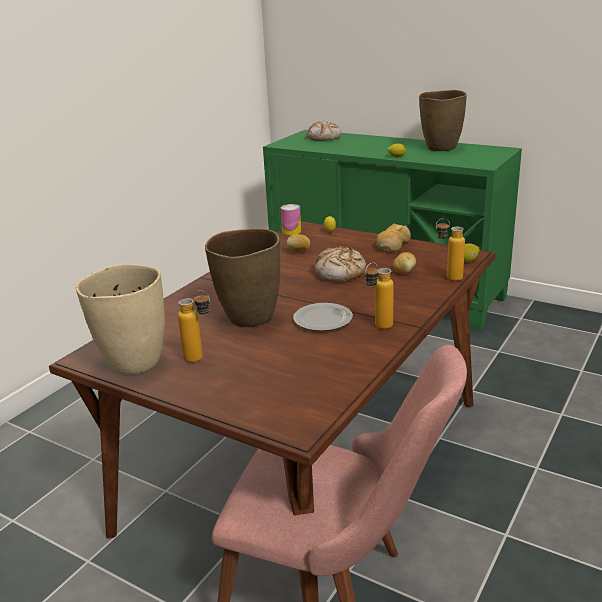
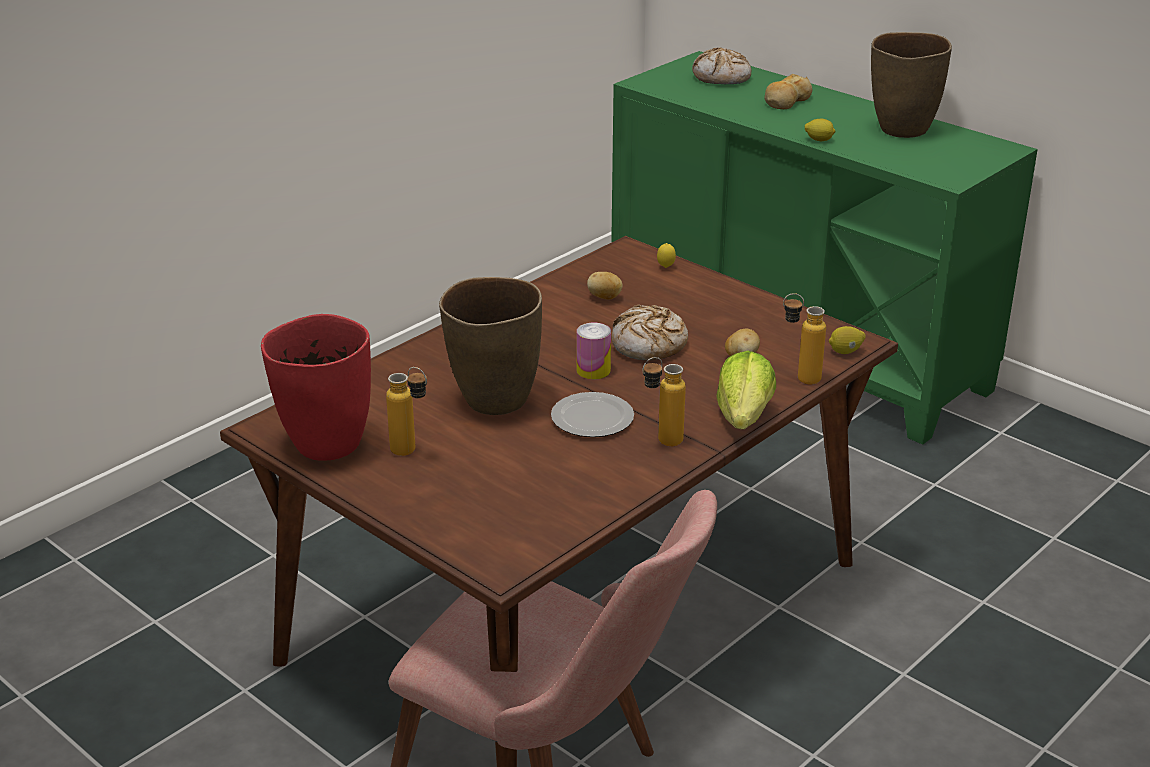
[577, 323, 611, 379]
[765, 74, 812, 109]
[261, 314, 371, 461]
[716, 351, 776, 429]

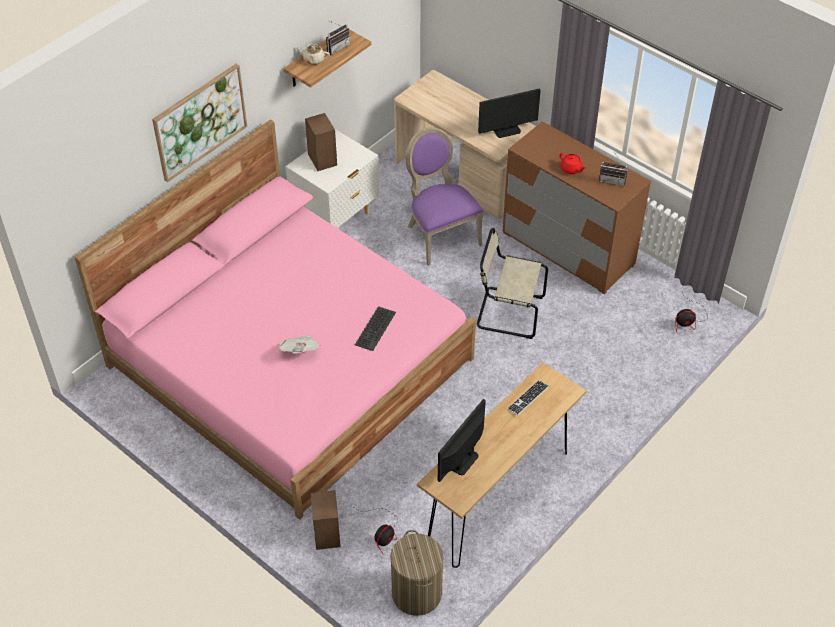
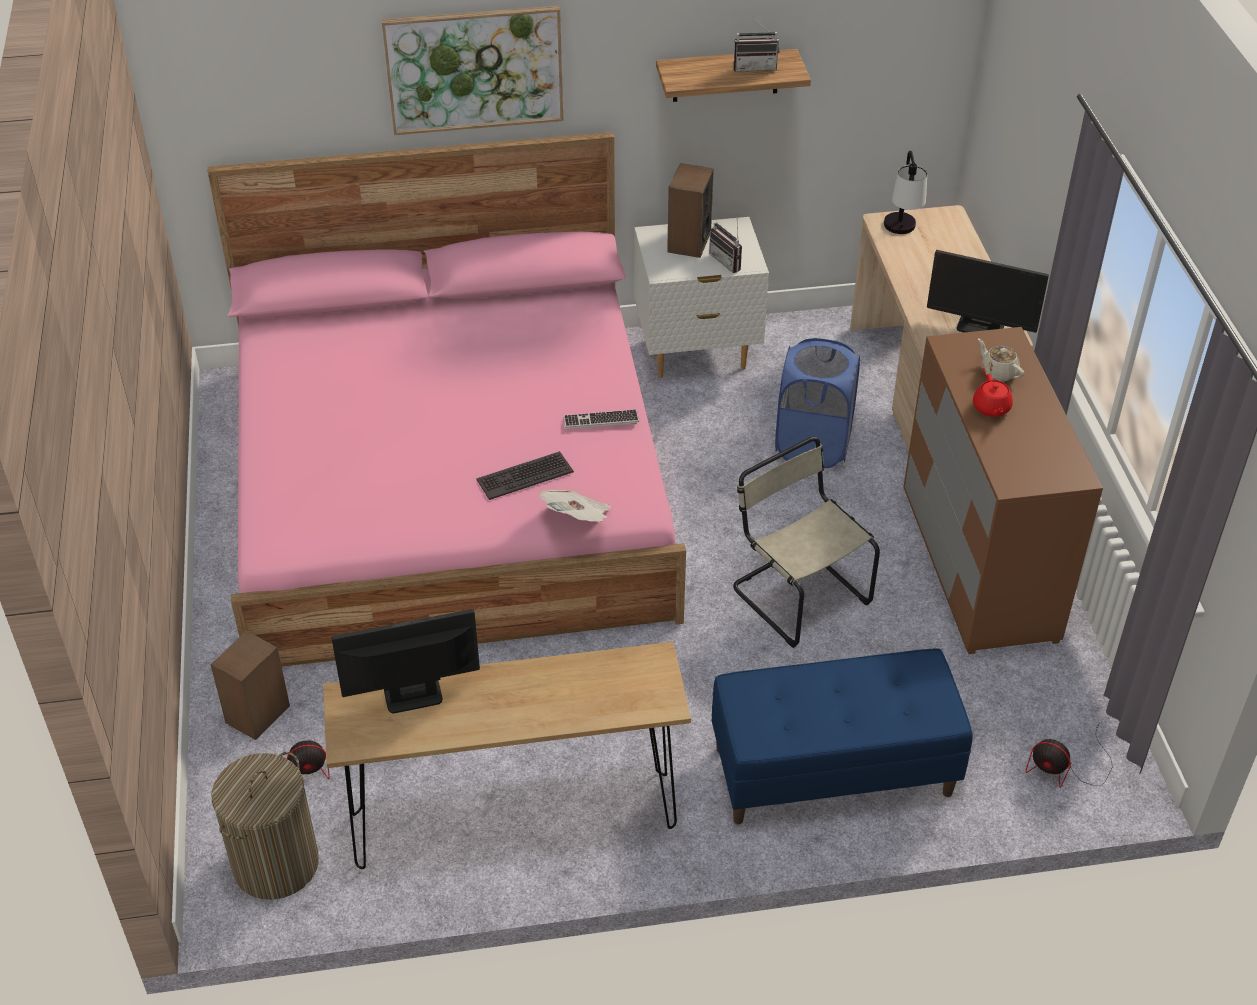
[978, 338, 1024, 382]
[775, 338, 860, 468]
[709, 218, 742, 273]
[539, 490, 611, 522]
[563, 409, 639, 429]
[884, 151, 927, 234]
[712, 648, 973, 824]

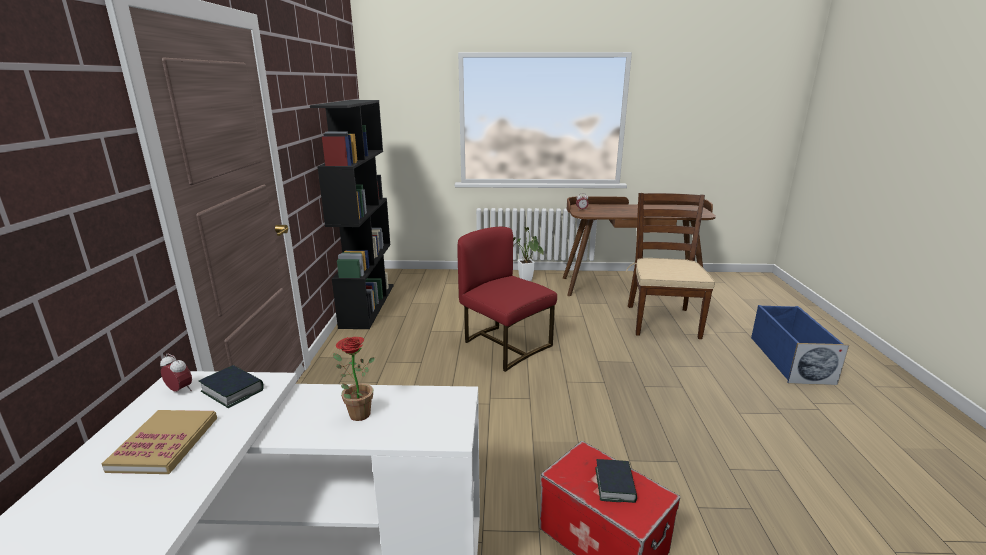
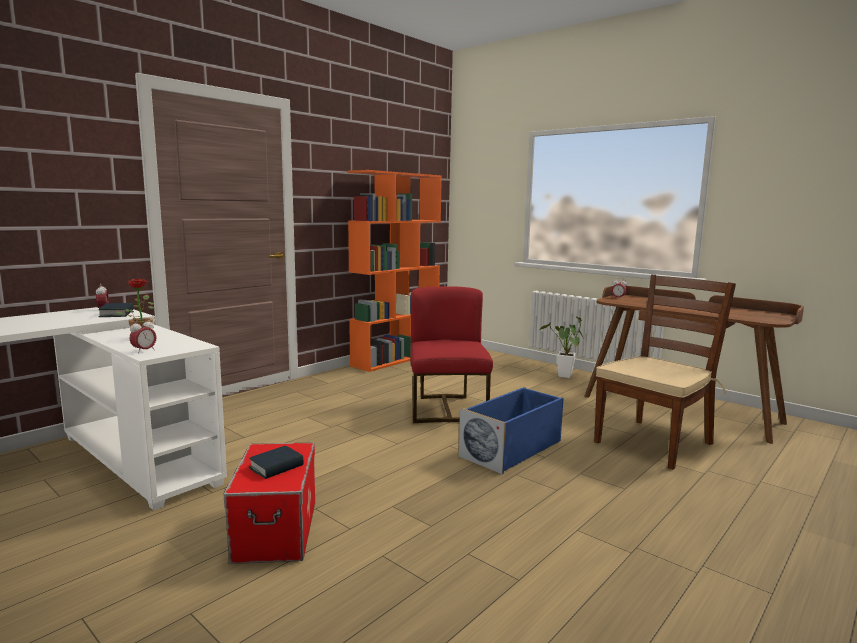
[348, 170, 442, 372]
[459, 387, 564, 475]
[102, 410, 217, 474] (first image)
[130, 318, 157, 351]

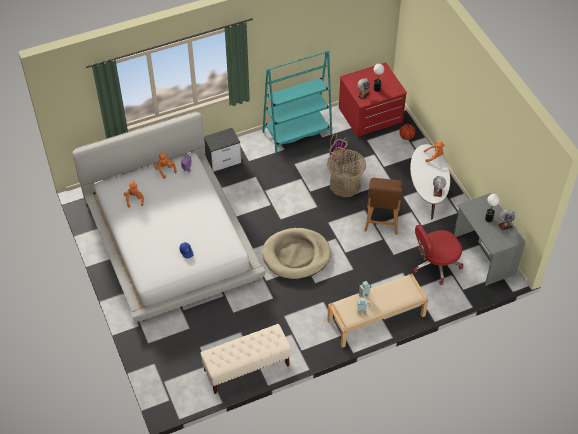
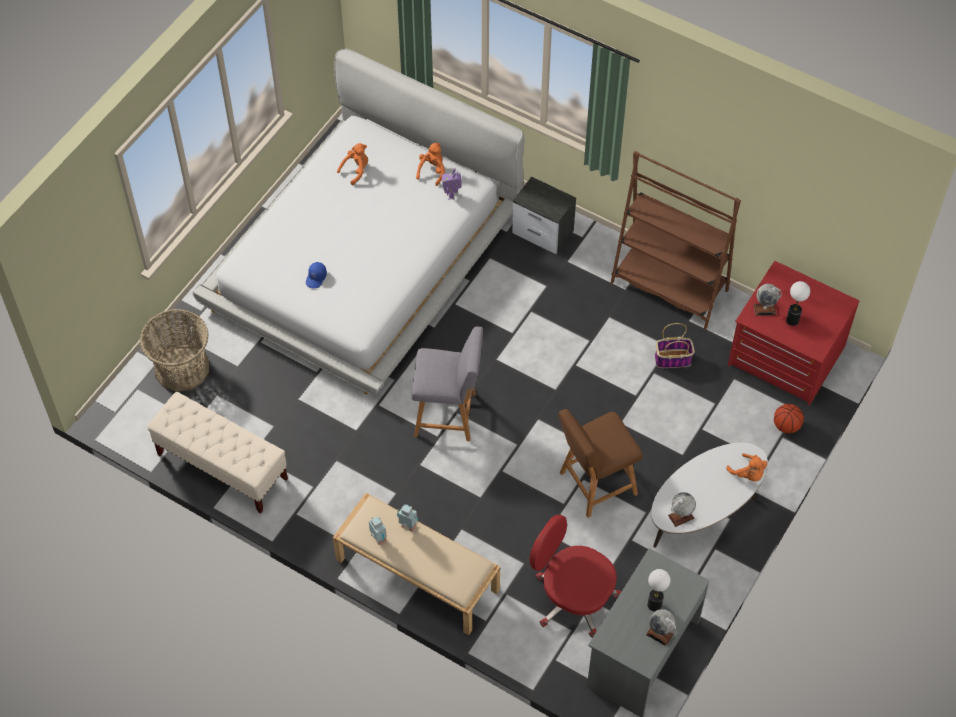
[611, 151, 741, 329]
[140, 309, 209, 392]
[412, 327, 483, 441]

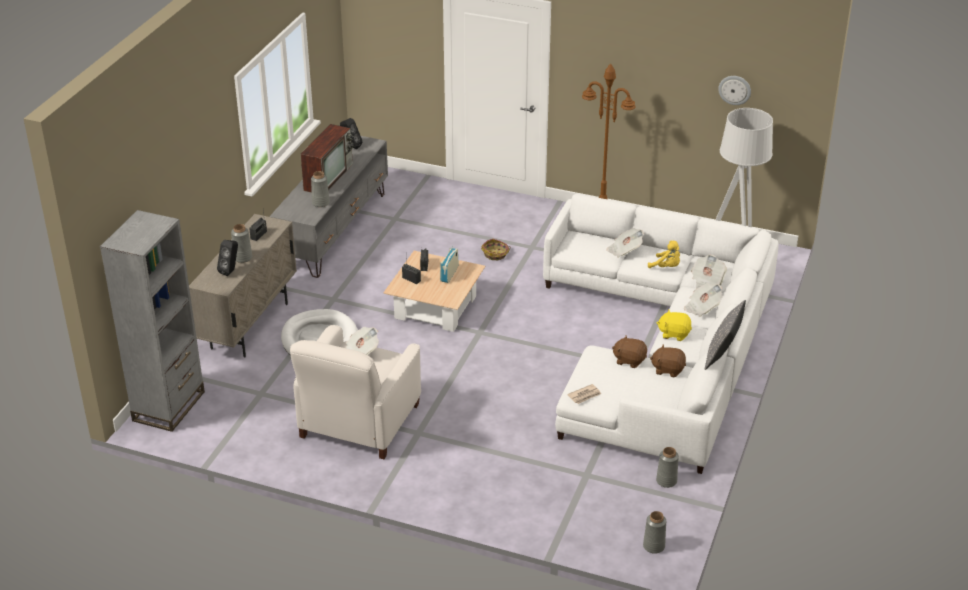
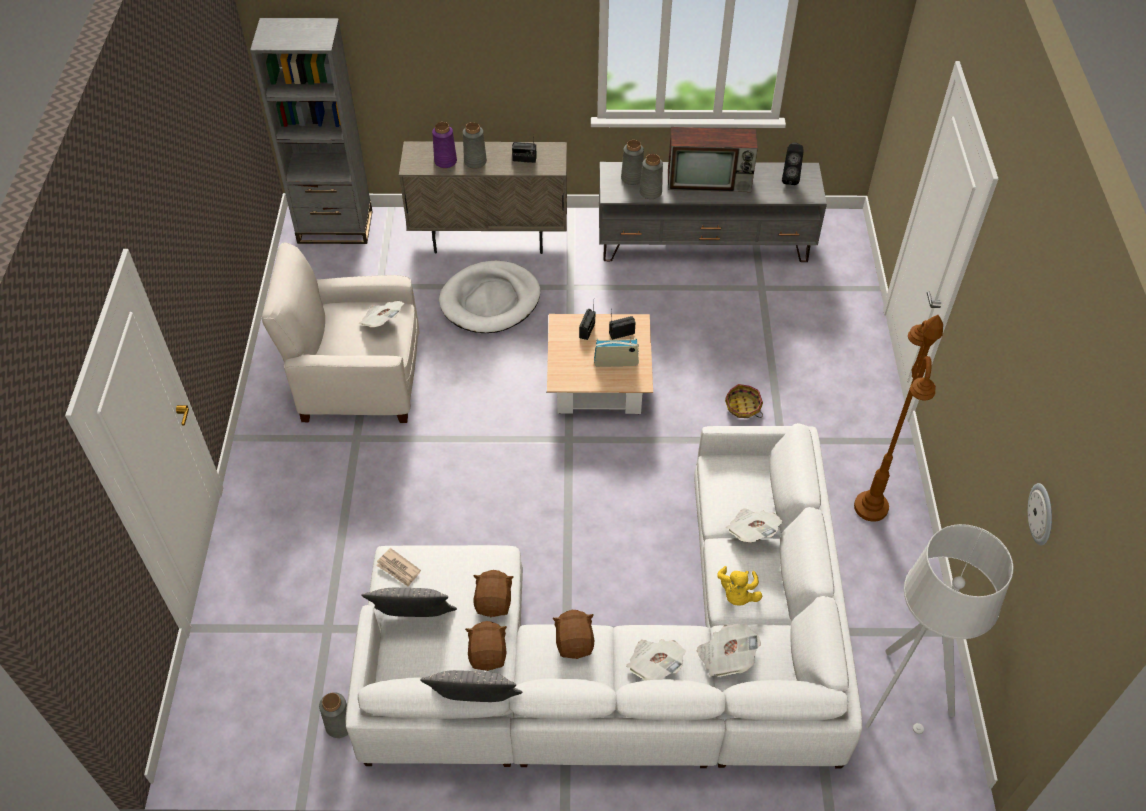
[432, 122, 457, 168]
[552, 610, 594, 659]
[621, 140, 644, 185]
[361, 588, 457, 617]

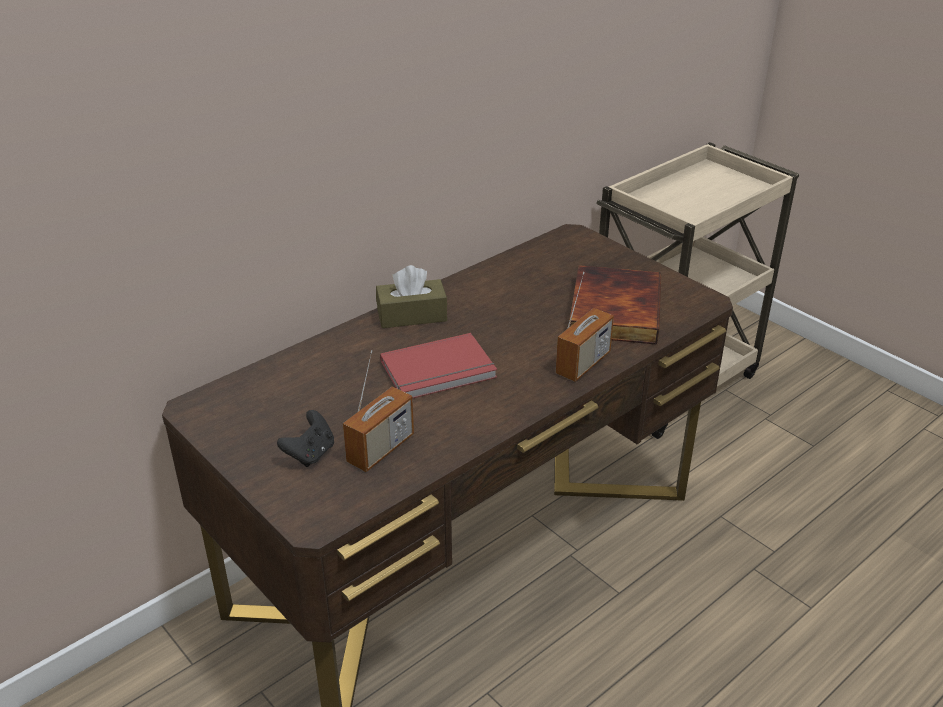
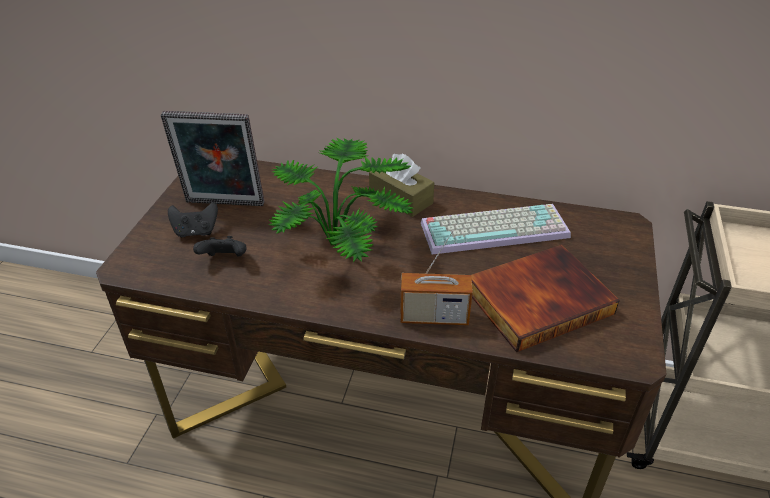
[268, 138, 413, 262]
[193, 236, 246, 257]
[160, 111, 265, 206]
[421, 204, 571, 255]

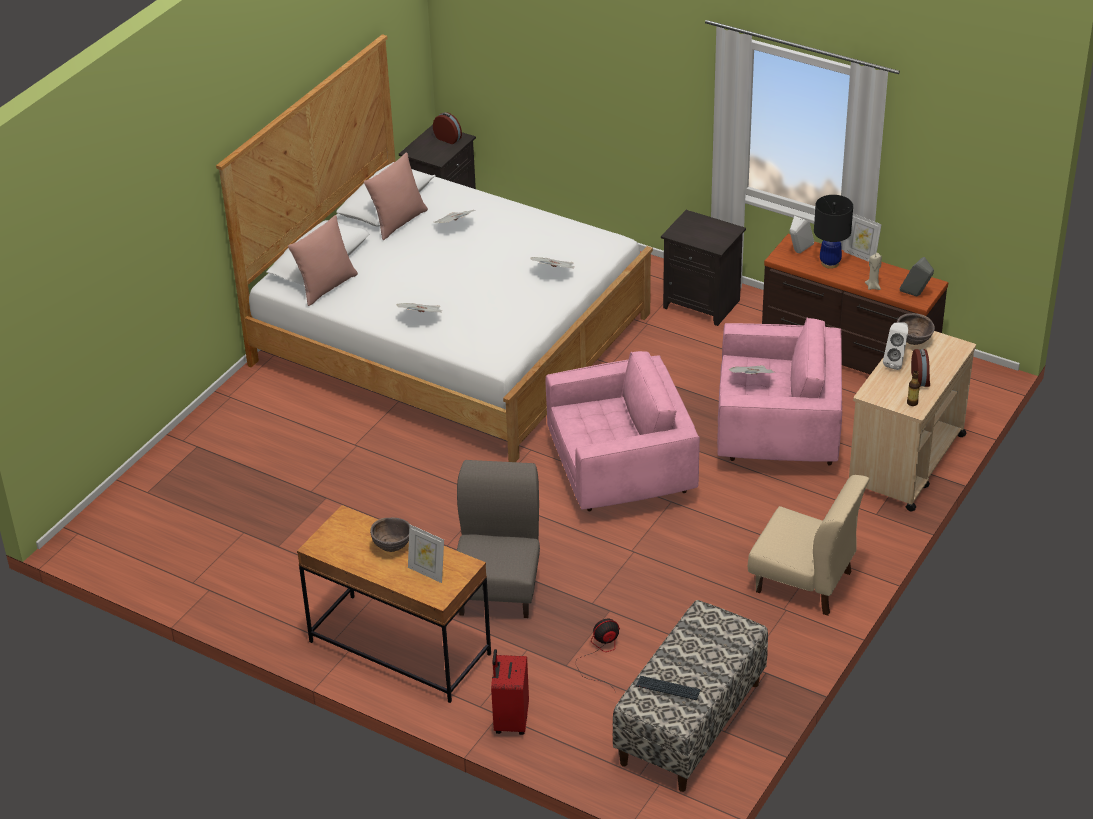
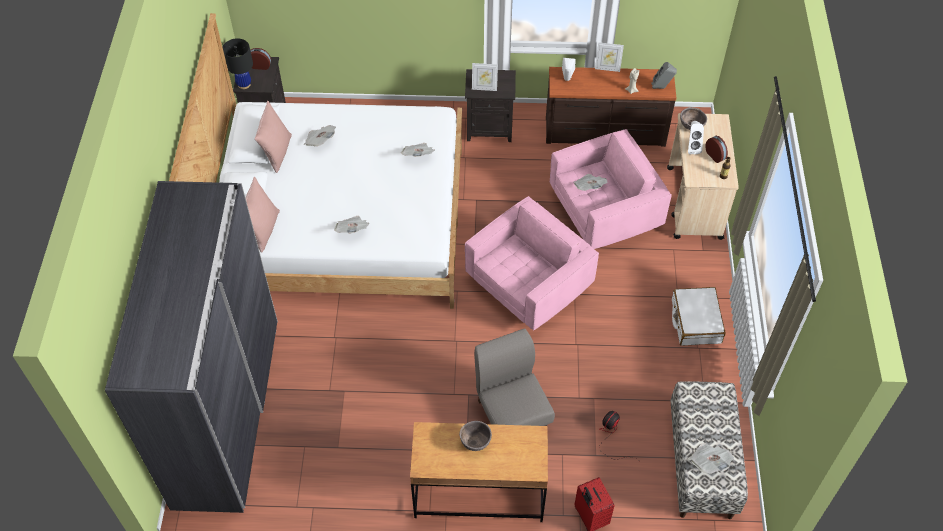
[223, 38, 253, 89]
[672, 287, 726, 346]
[472, 63, 498, 91]
[689, 443, 734, 474]
[105, 181, 278, 513]

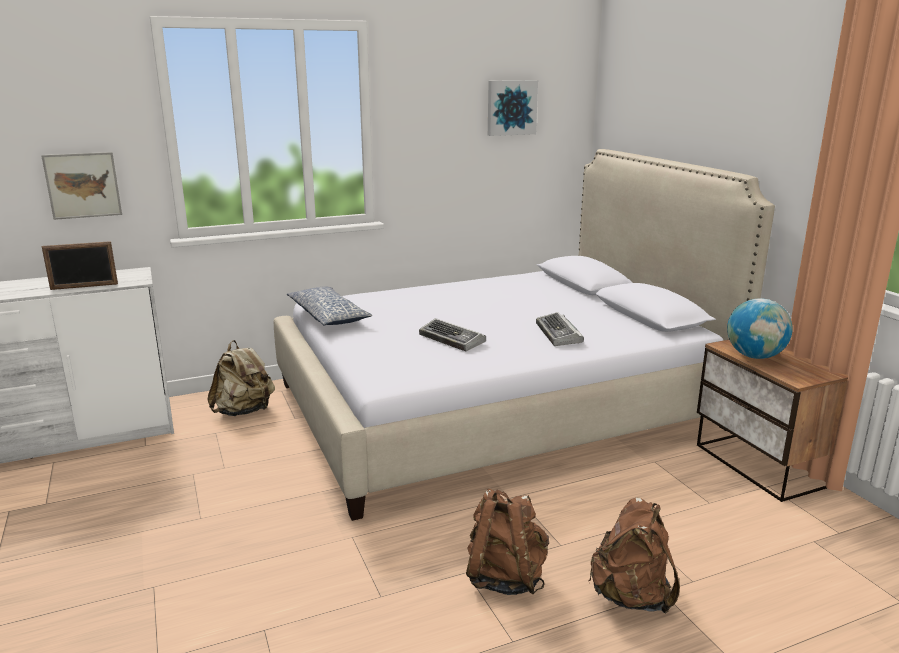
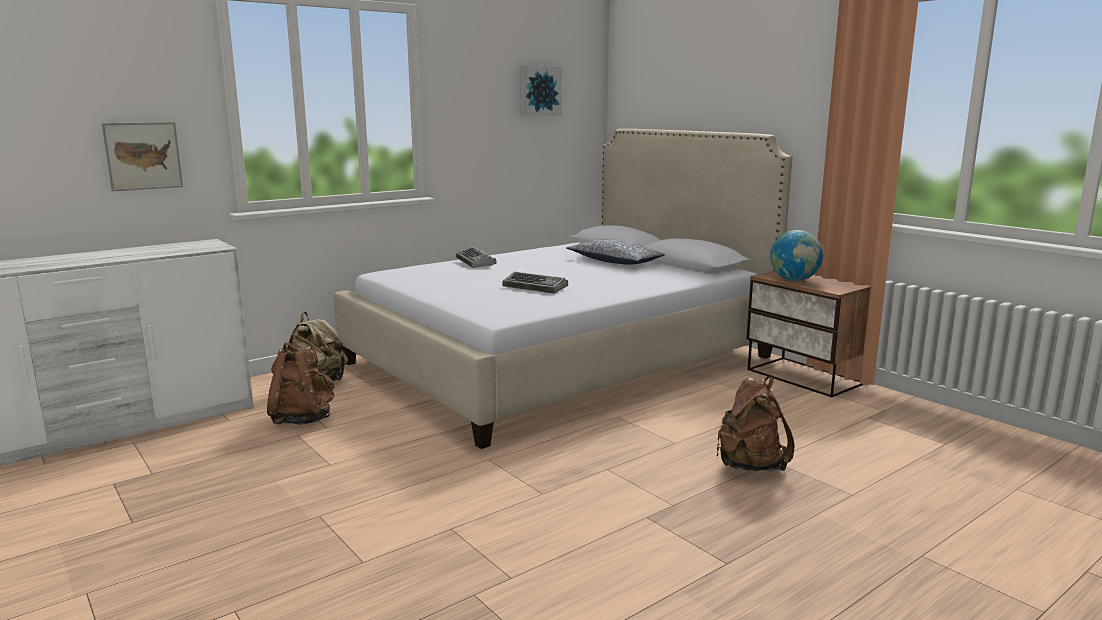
[42, 241, 118, 290] (first image)
[566, 239, 665, 265]
[456, 247, 497, 268]
[267, 342, 334, 425]

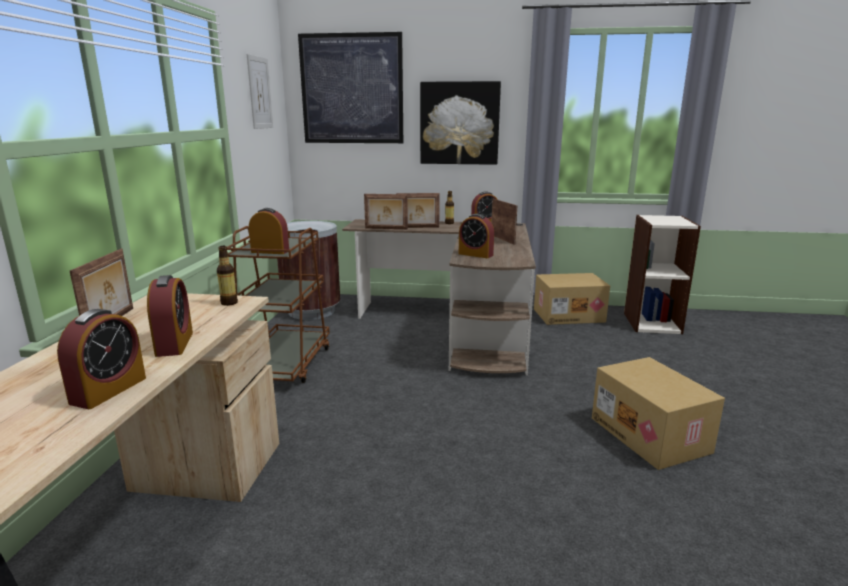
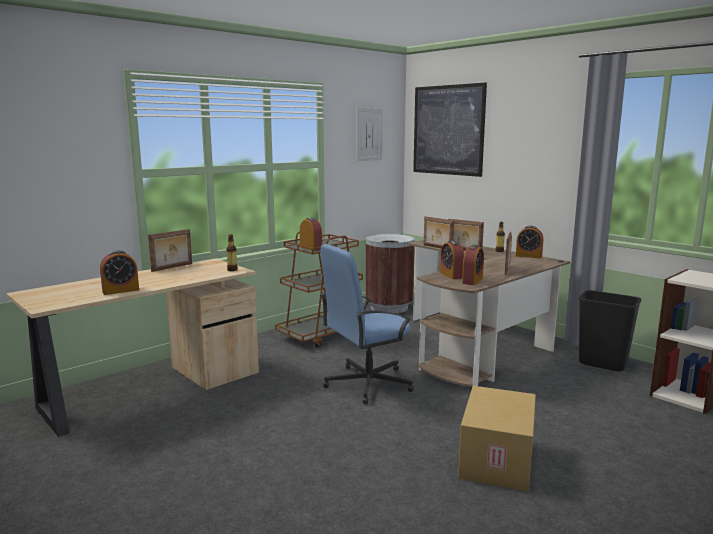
[420, 81, 501, 165] (first image)
[578, 290, 641, 372]
[462, 245, 484, 285]
[321, 244, 414, 404]

